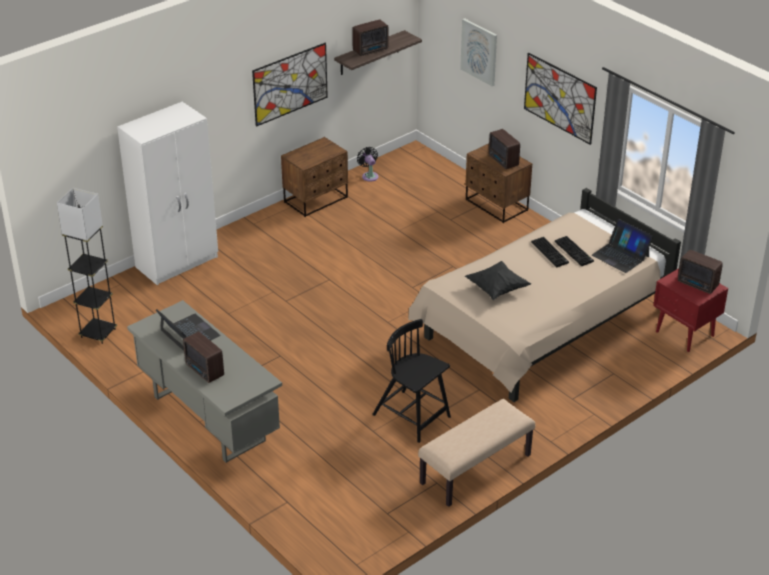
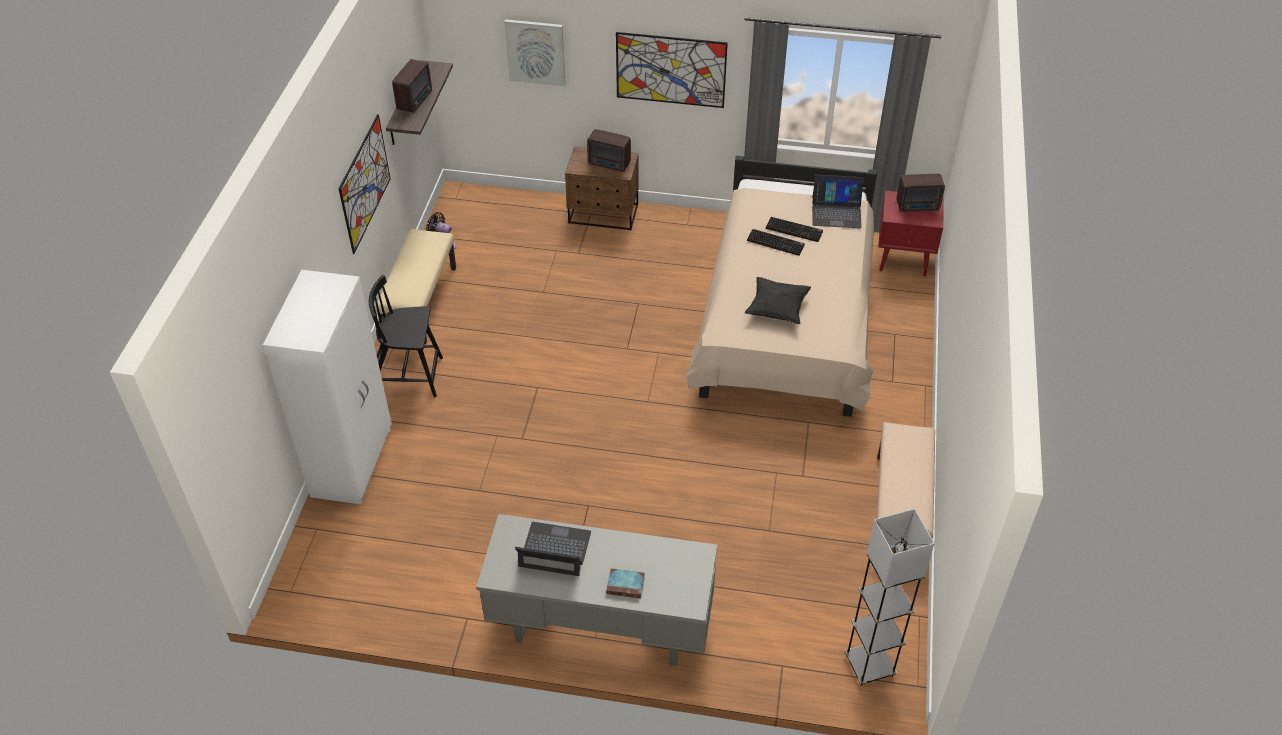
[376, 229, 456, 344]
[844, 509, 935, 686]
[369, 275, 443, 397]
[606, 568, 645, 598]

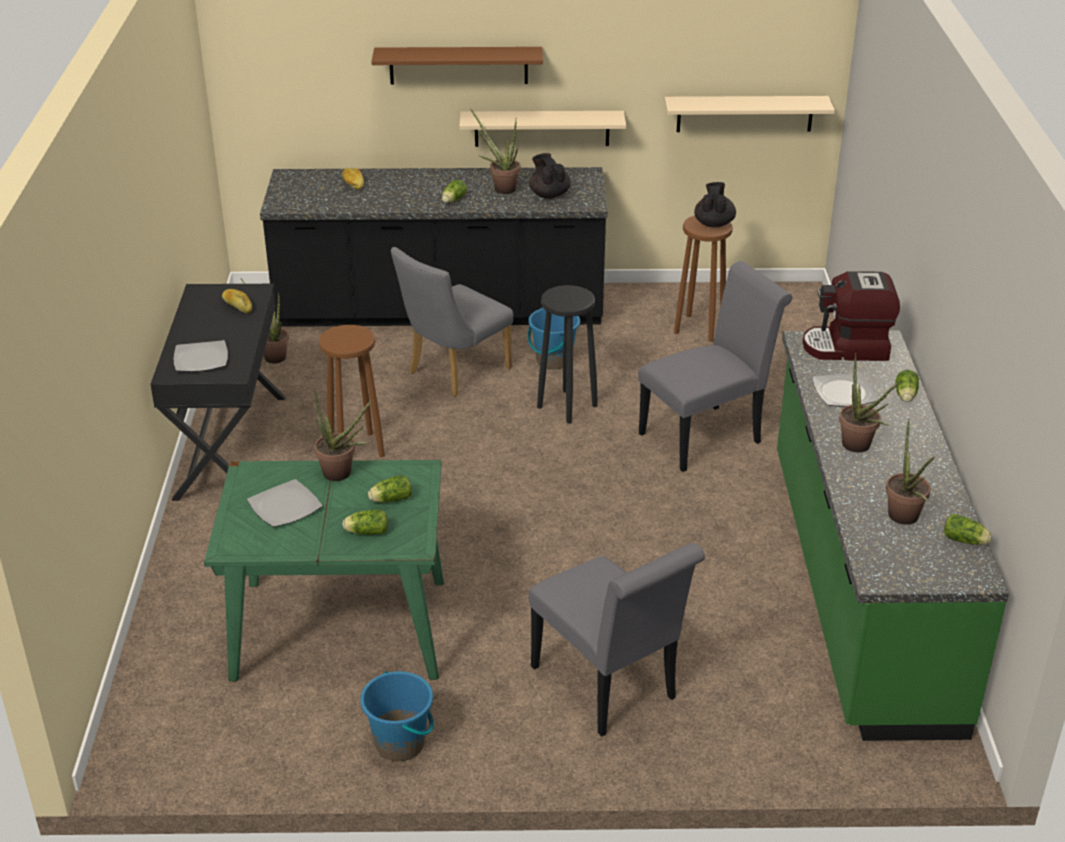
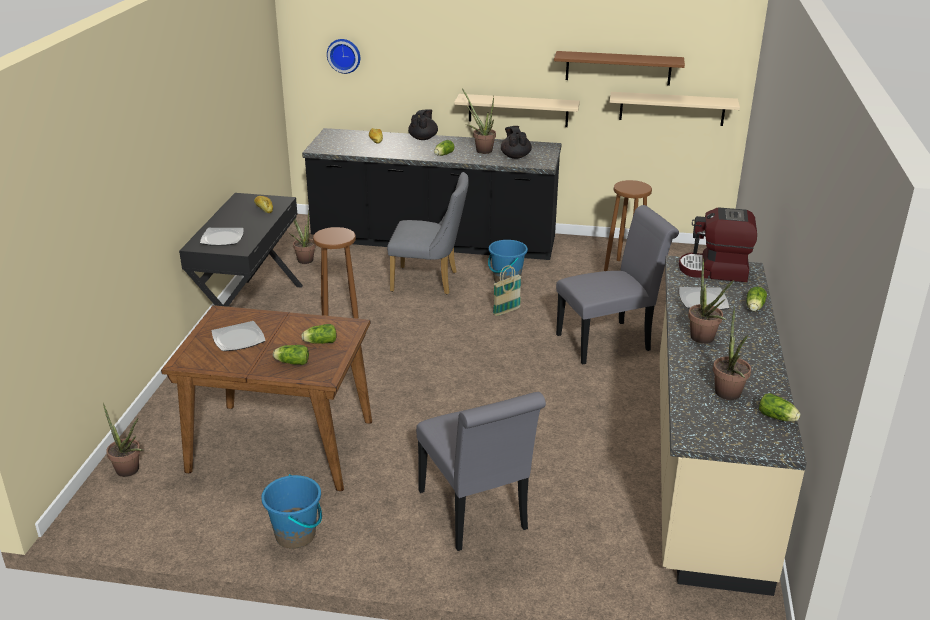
[554, 51, 685, 86]
[408, 109, 438, 140]
[387, 172, 469, 295]
[493, 265, 521, 316]
[660, 255, 807, 596]
[103, 403, 144, 477]
[161, 305, 372, 491]
[327, 39, 360, 74]

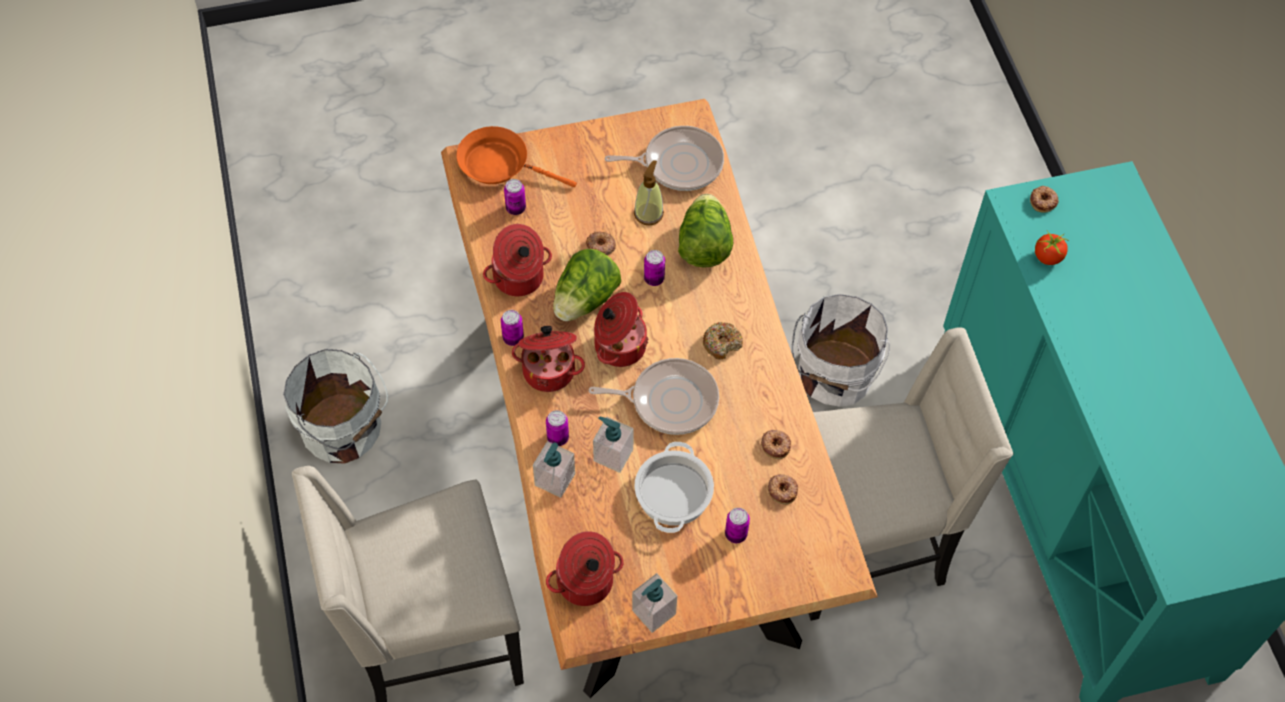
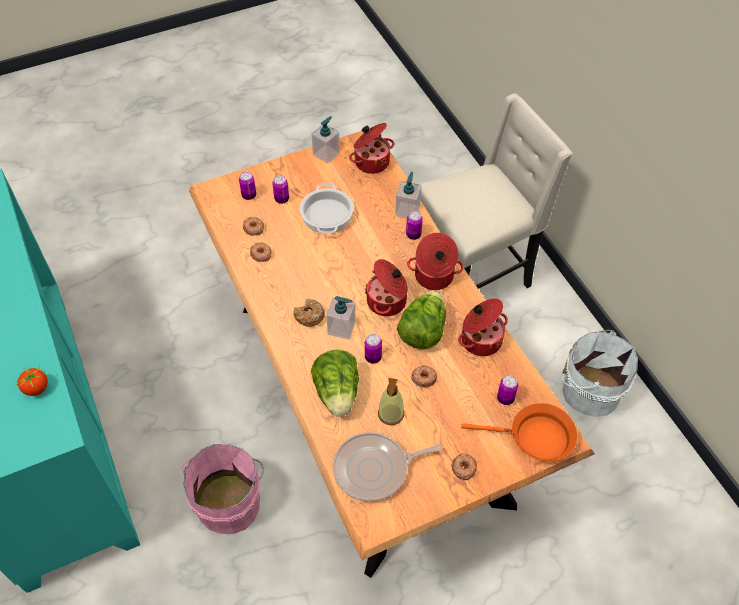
[452, 453, 477, 480]
[182, 444, 264, 534]
[239, 172, 256, 200]
[809, 327, 1013, 621] (first image)
[589, 358, 719, 435] (first image)
[326, 296, 356, 340]

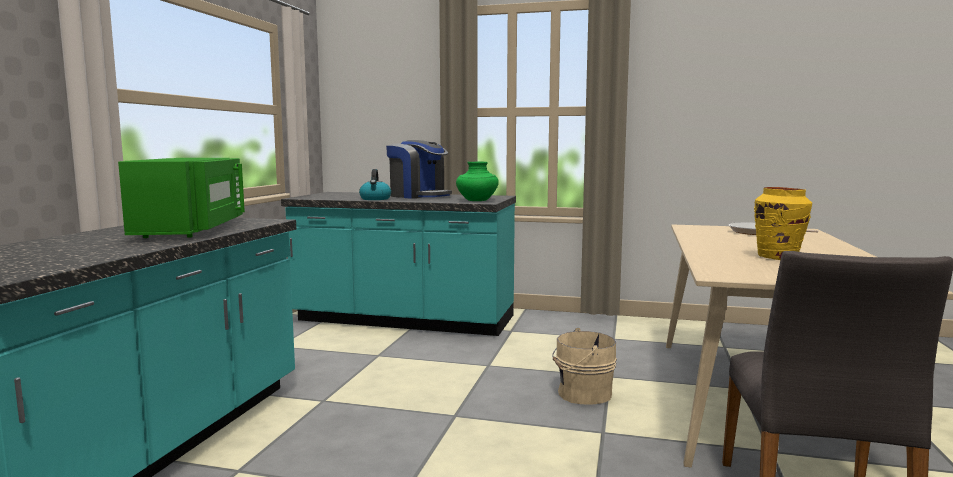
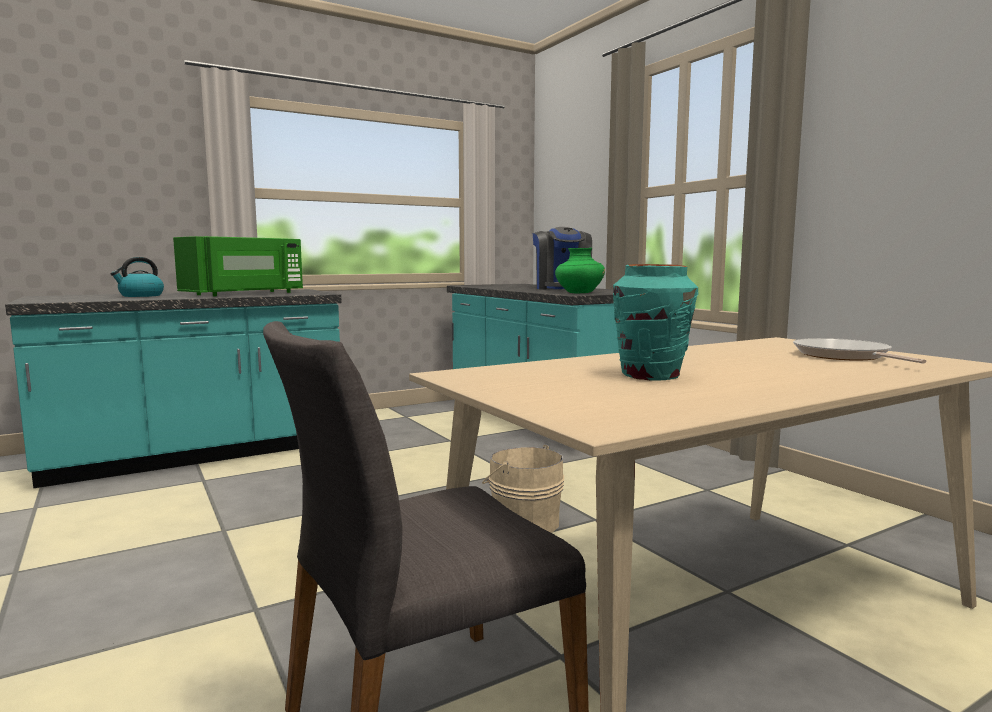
[111, 257, 164, 297]
[613, 264, 698, 381]

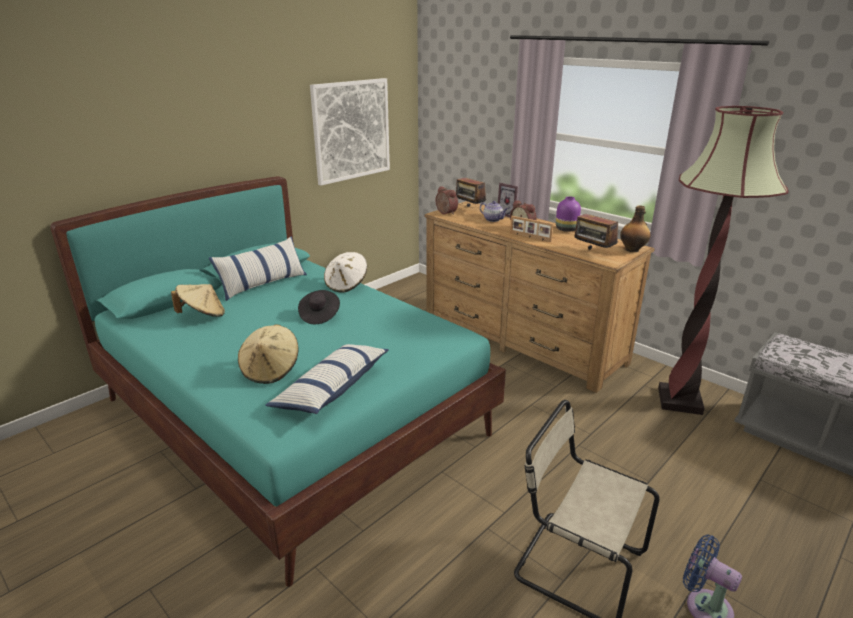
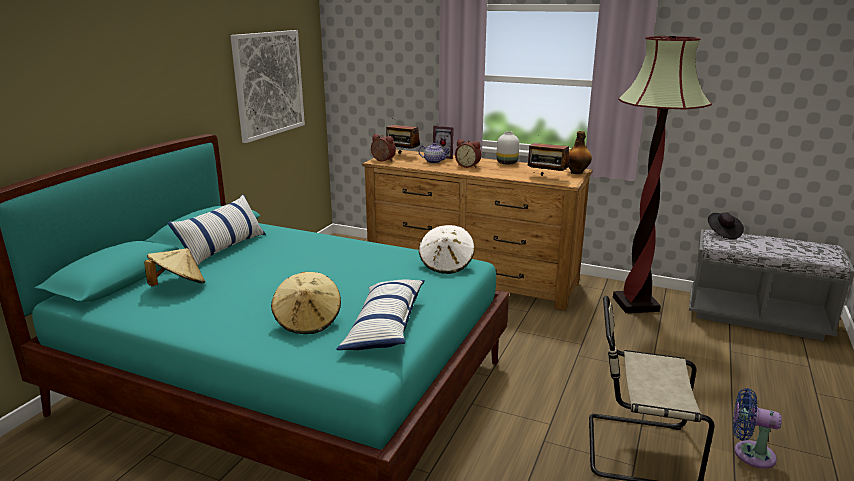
[497, 131, 519, 165]
[510, 216, 554, 242] (first image)
[419, 225, 474, 274]
[708, 212, 744, 239]

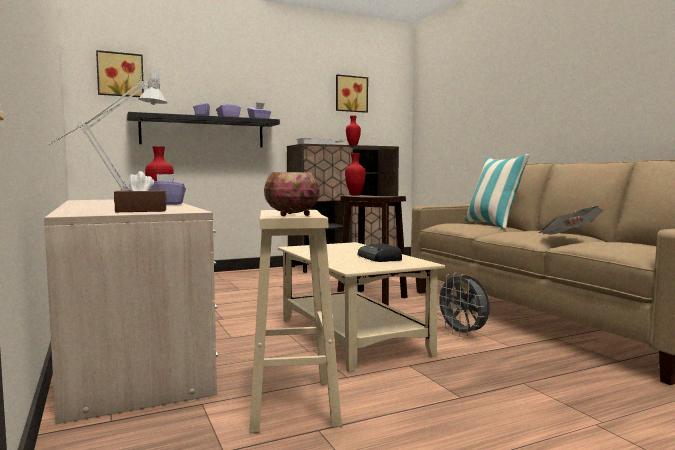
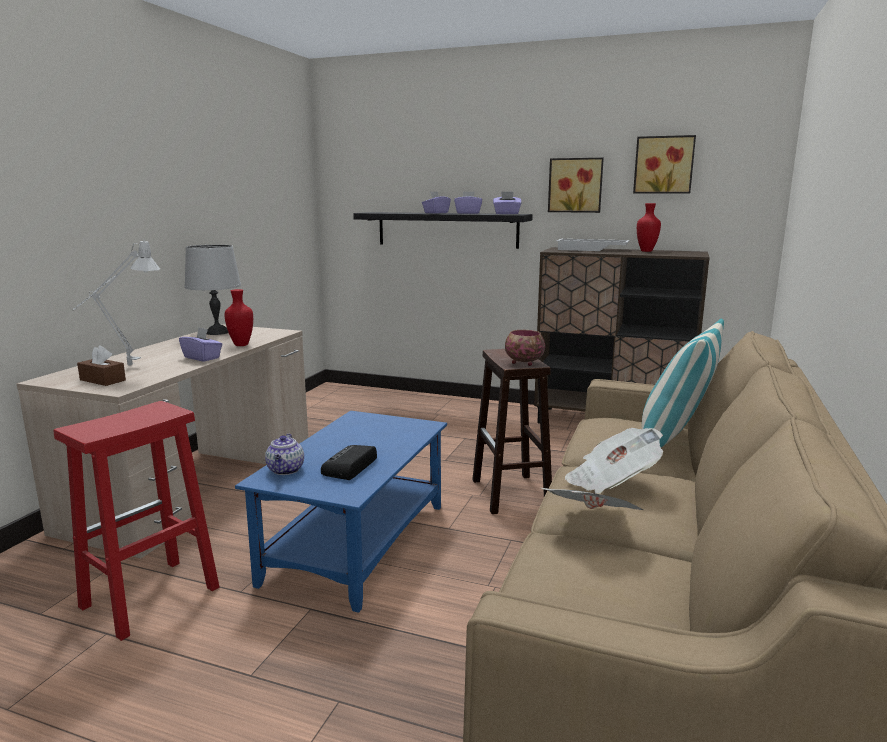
[548, 158, 604, 213]
[345, 153, 366, 195] (first image)
[505, 330, 545, 366]
[53, 401, 219, 641]
[235, 411, 447, 613]
[437, 273, 490, 337] (first image)
[185, 245, 241, 335]
[565, 428, 663, 494]
[265, 433, 304, 475]

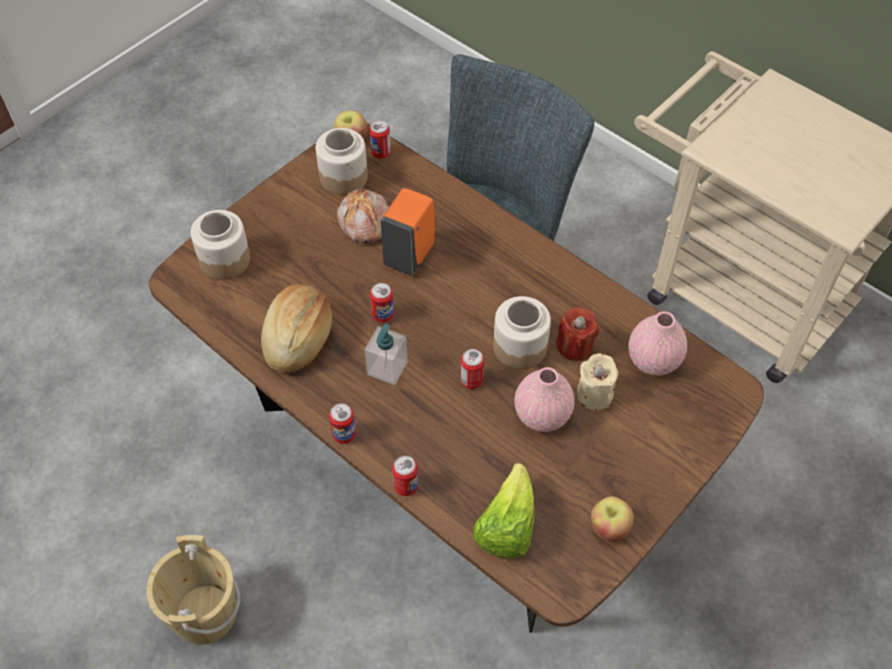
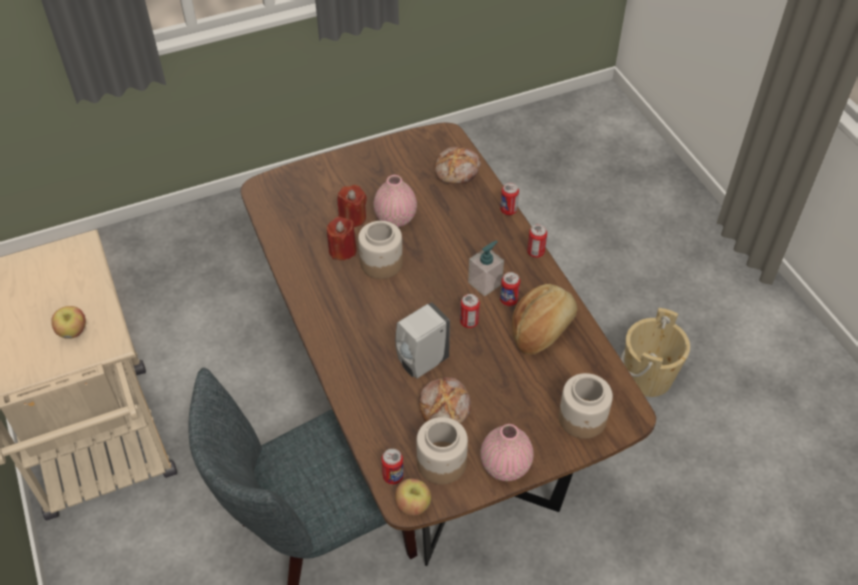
[395, 302, 450, 378]
[480, 424, 534, 481]
[500, 272, 520, 306]
[338, 185, 367, 227]
[435, 147, 481, 184]
[51, 306, 86, 339]

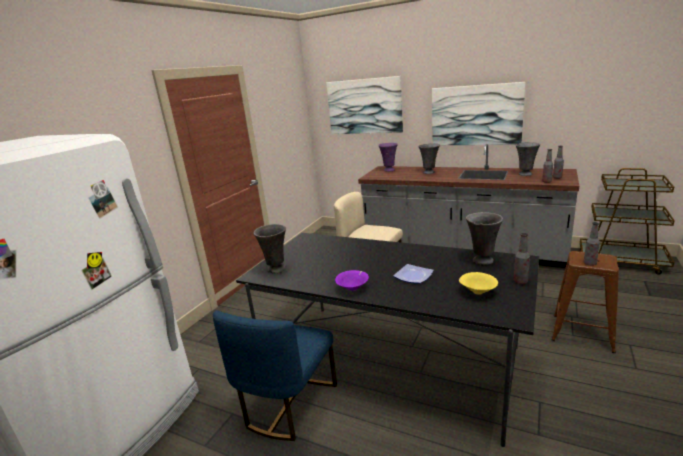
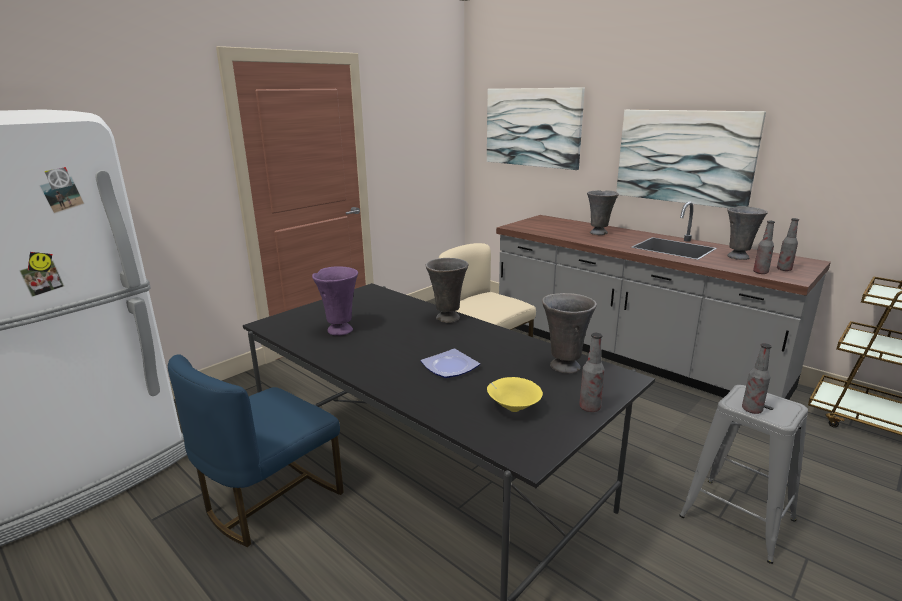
[312, 266, 358, 335]
[426, 258, 468, 323]
[679, 385, 808, 564]
[335, 270, 369, 291] (first image)

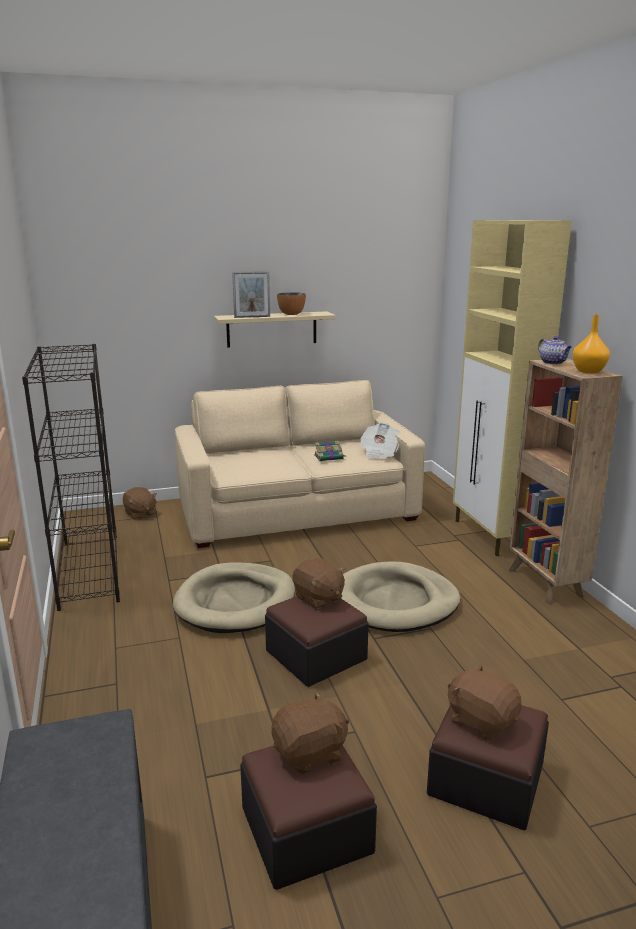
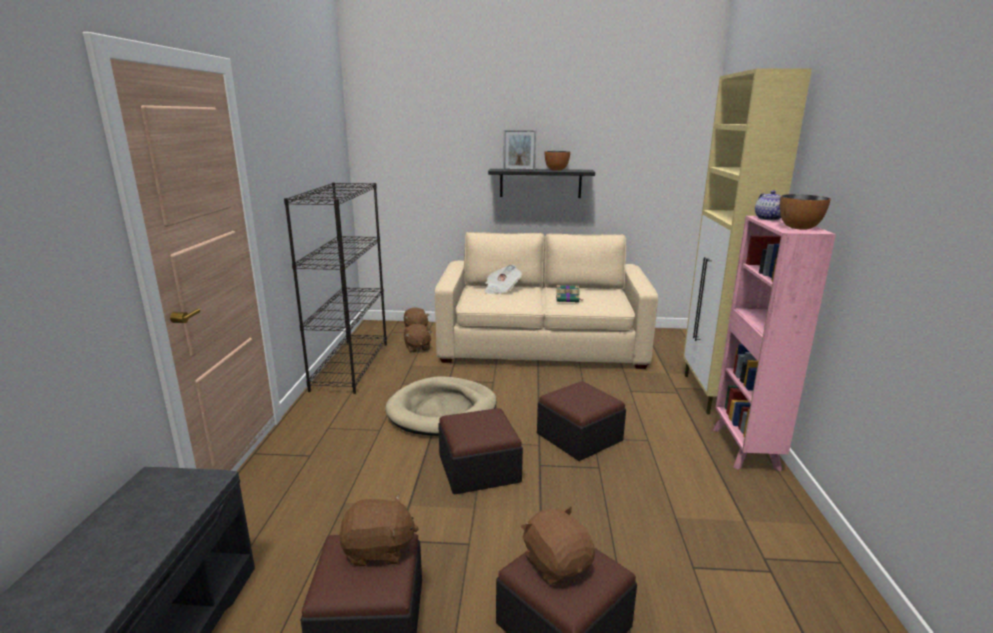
[488, 169, 595, 198]
[780, 194, 831, 230]
[712, 216, 836, 471]
[484, 265, 522, 294]
[404, 324, 432, 353]
[537, 381, 626, 461]

